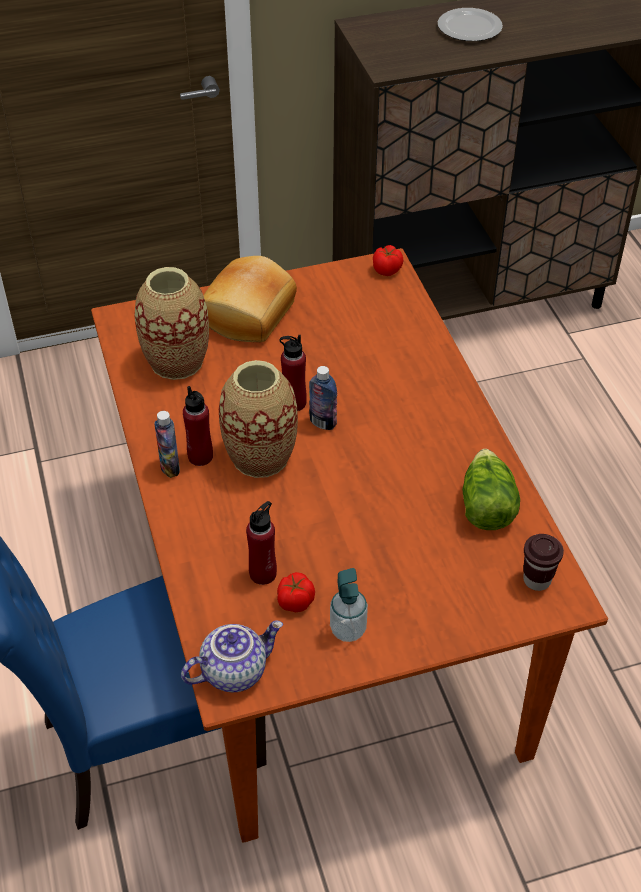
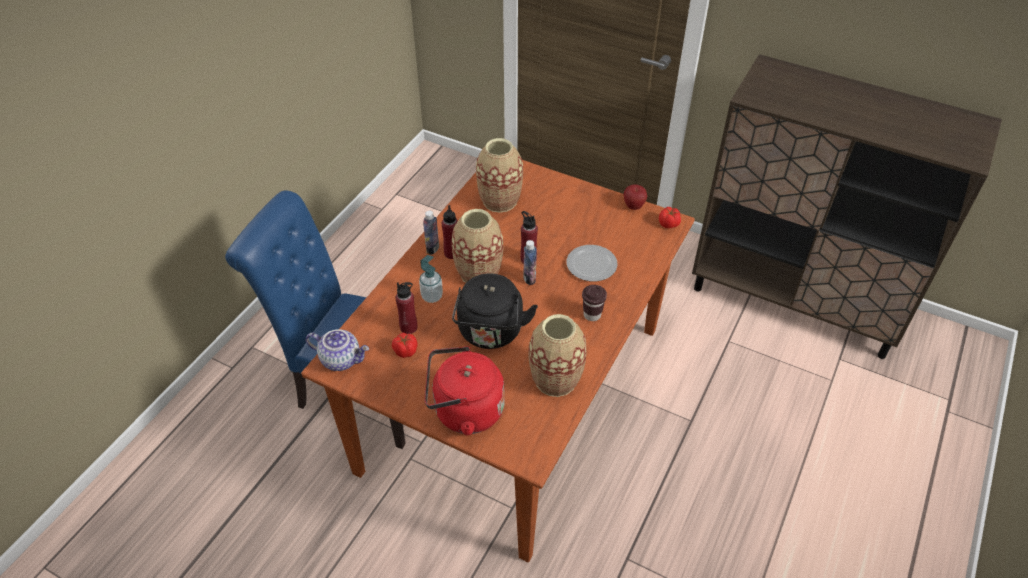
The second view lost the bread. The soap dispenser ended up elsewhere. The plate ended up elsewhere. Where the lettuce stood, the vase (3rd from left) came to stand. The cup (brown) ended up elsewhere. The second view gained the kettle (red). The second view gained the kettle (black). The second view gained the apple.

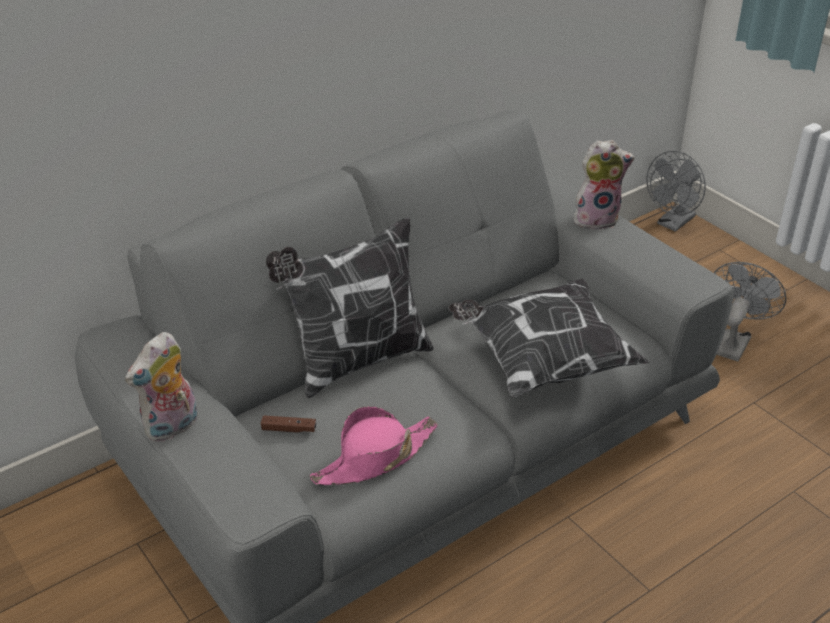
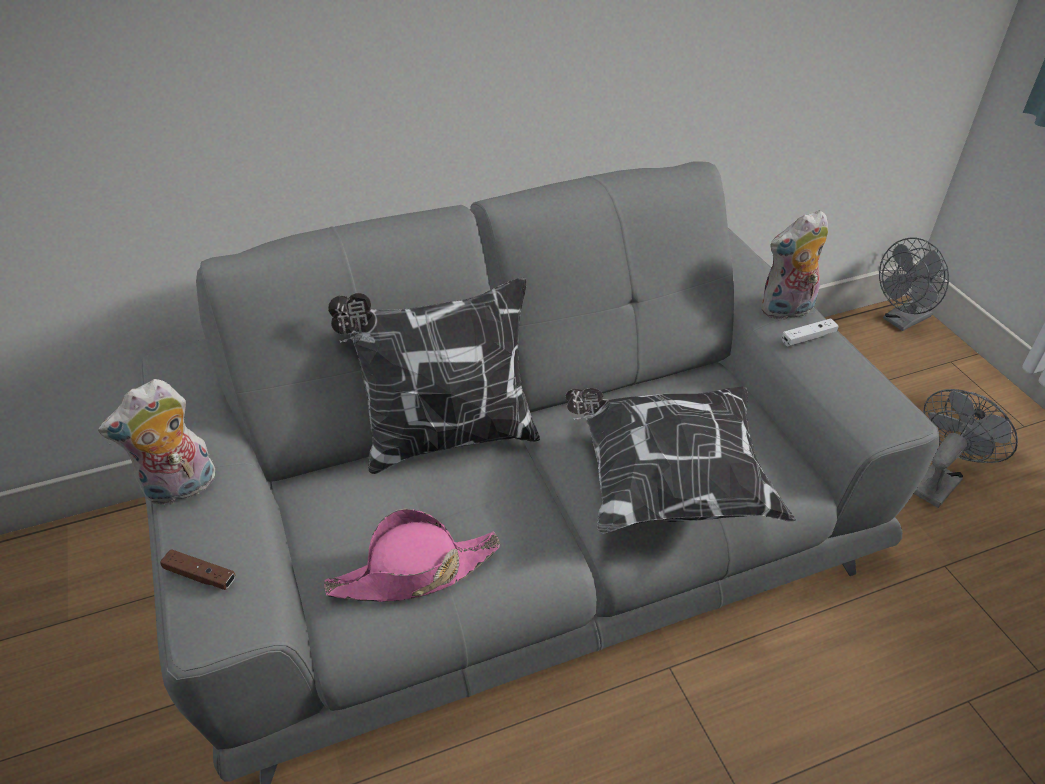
The game controller (brown) ended up elsewhere. The plush toy (2nd from left) ended up facing another way, 150 degrees clockwise from before. The second view gained the game controller (white).

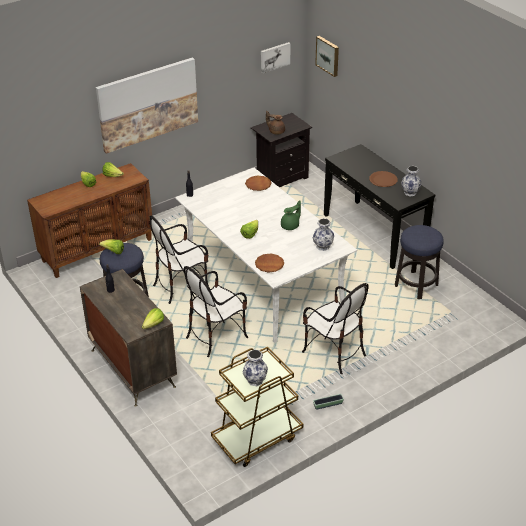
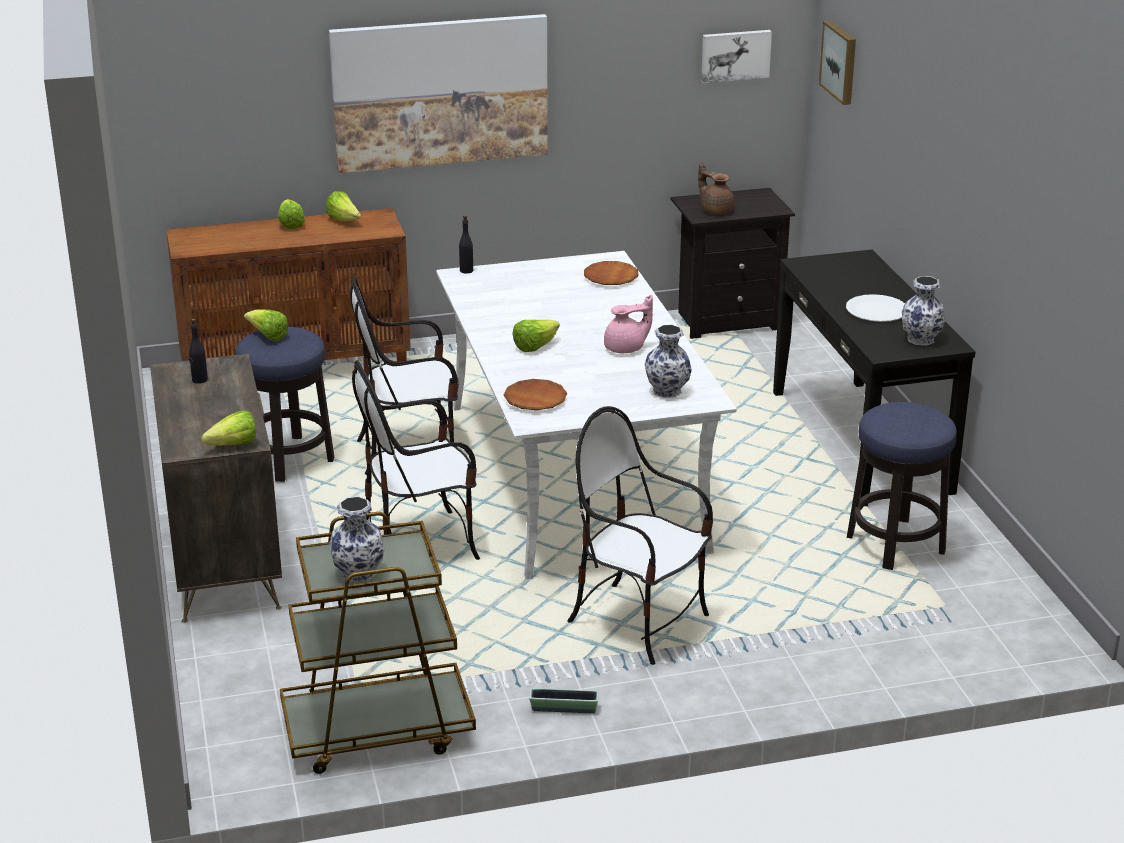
What was the teapot (green) turned into the teapot (pink). The chair (3rd from left) ended up facing another way, 150 degrees clockwise from before. What was the plate (brown) (3rd from left) turned into the plate (white).

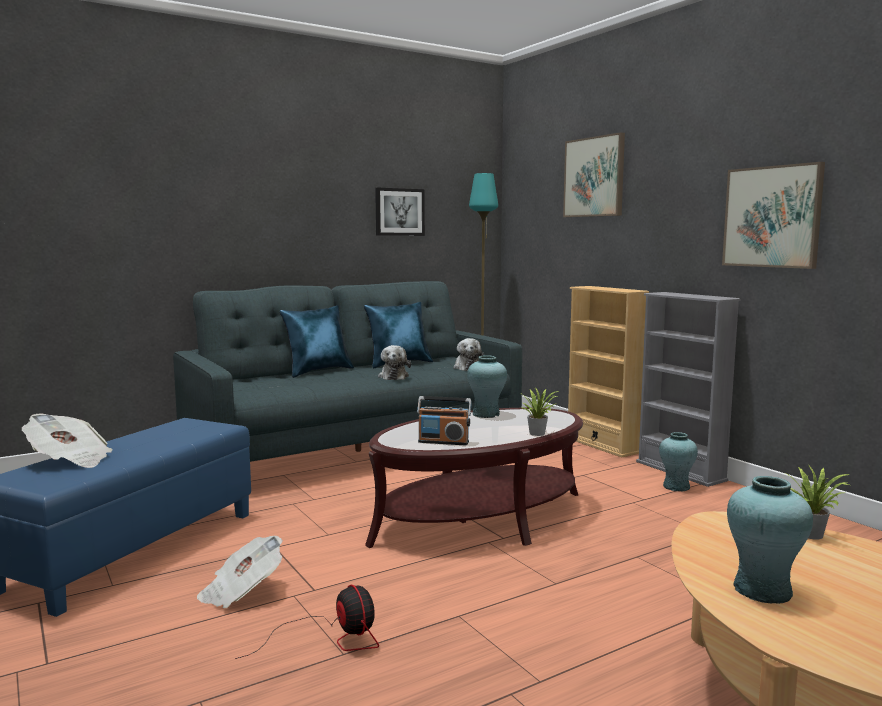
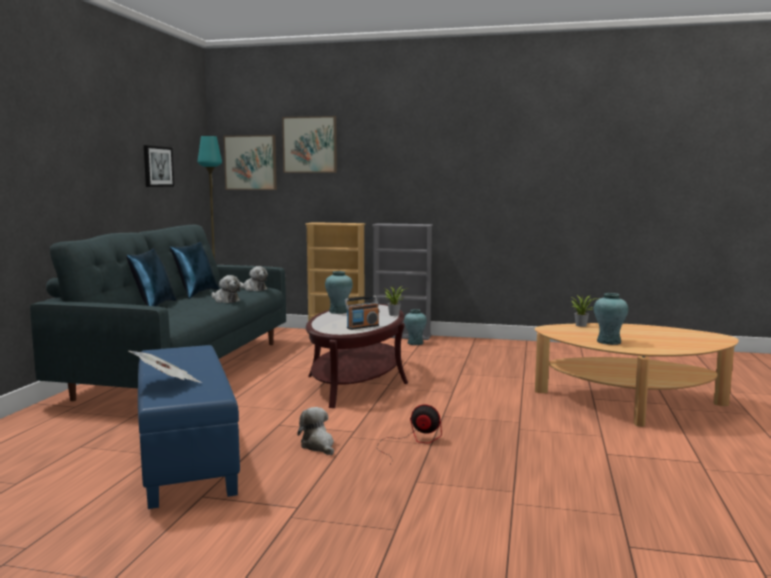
Where the newspaper (2nd from left) stood, the plush toy (3rd from left) came to stand. The picture (3rd from left in the first image) ended up elsewhere.

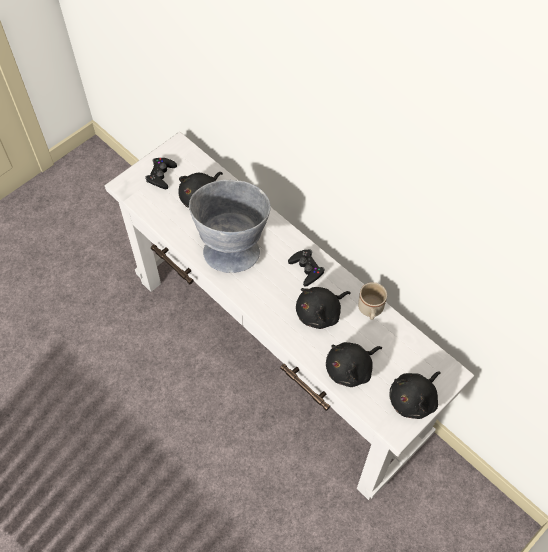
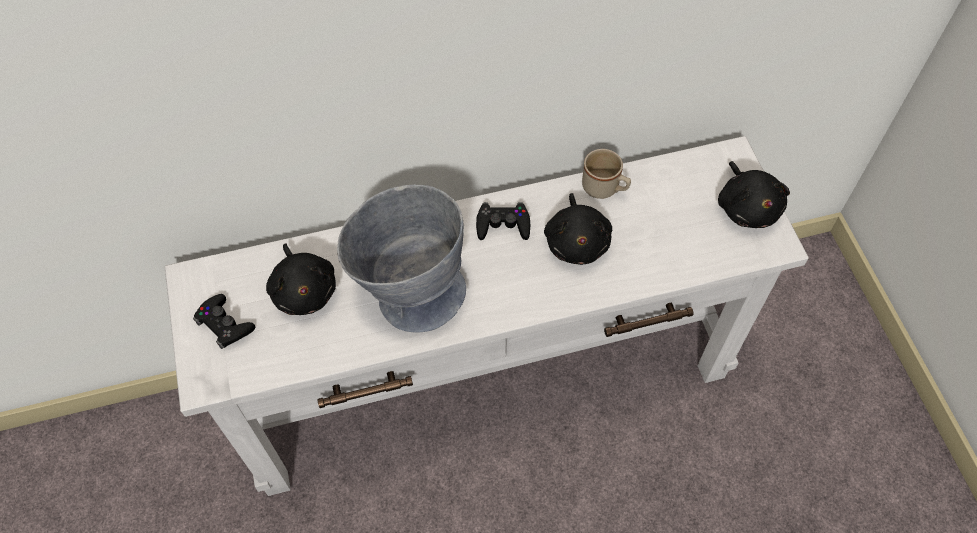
The second view lost the plush toy (black) (3rd from left).

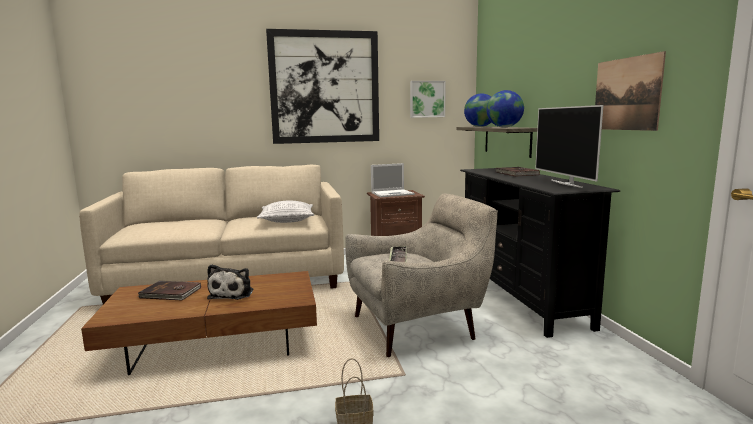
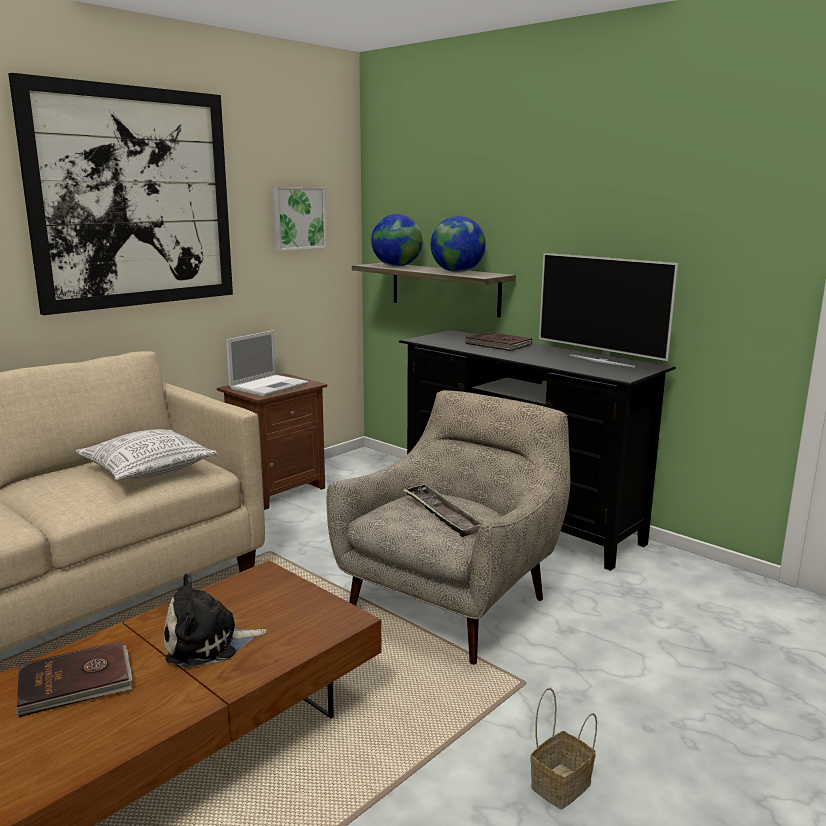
The plush toy ended up facing another way, 105 degrees clockwise from before. The second view lost the picture (3rd from left).

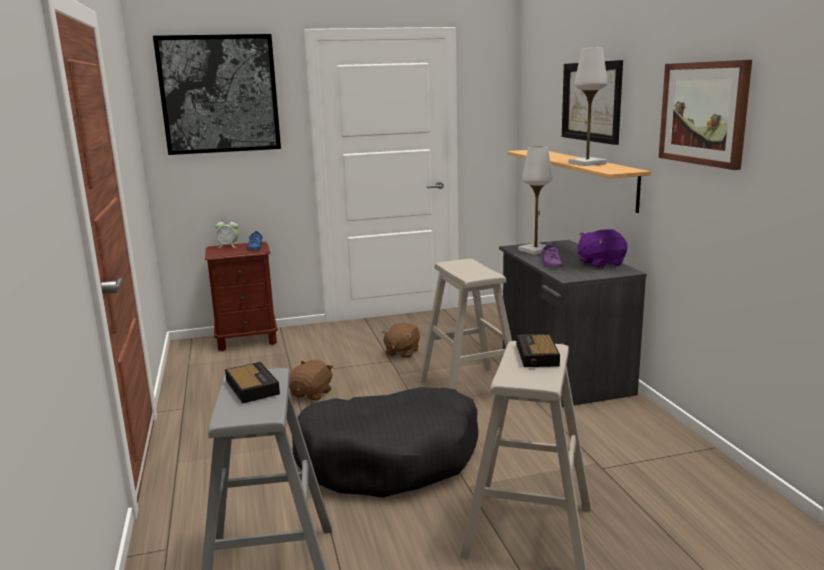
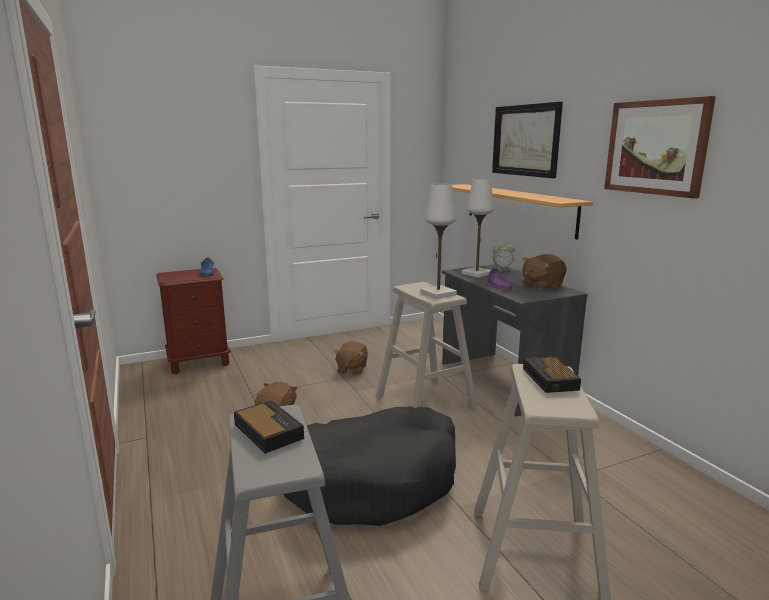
The second view lost the picture (1st from left). The alarm clock (1st from left in the first image) ended up elsewhere. The table lamp (white) (2nd from left in the first image) ended up elsewhere. What was the plush toy (purple) turned into the plush toy (brown) (3rd from left).

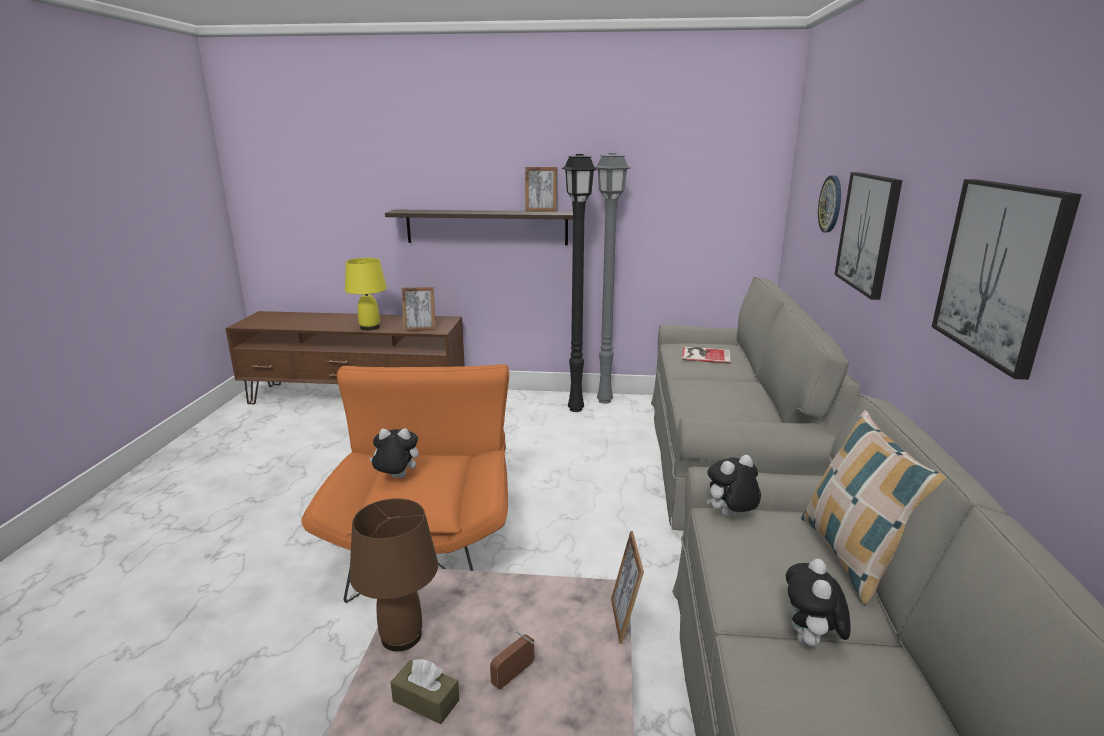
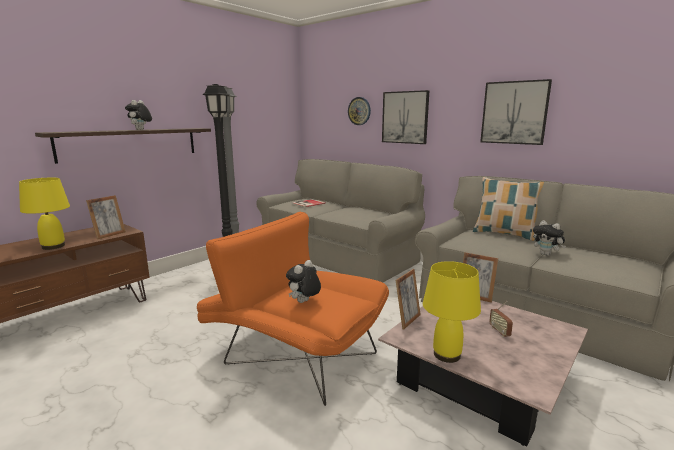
What was the table lamp (brown) turned into the table lamp (yellow) (2nd from left). The second view lost the tissue box (brown). The picture frame (2nd from left) ended up elsewhere. The plush toy (2nd from left in the first image) ended up elsewhere.

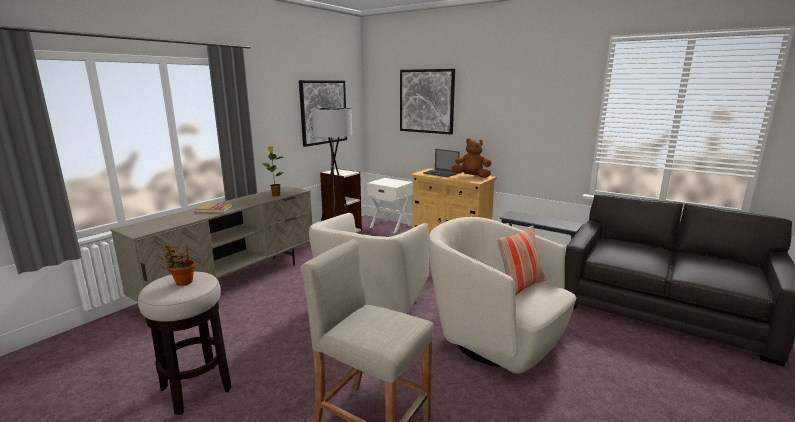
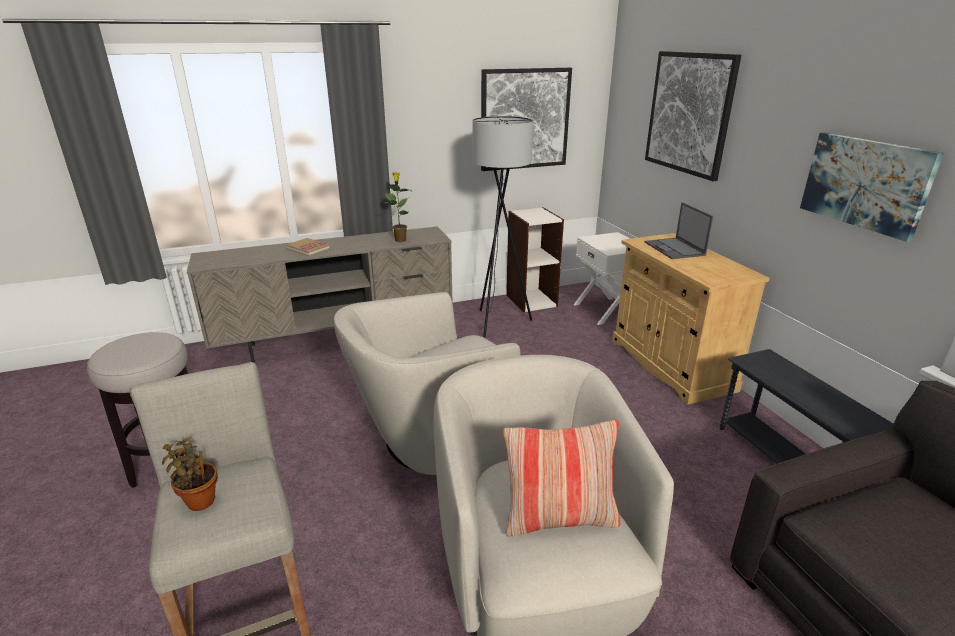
The potted plant (1st from left) ended up elsewhere. The second view lost the plush toy (brown). The second view gained the picture (3rd from left).

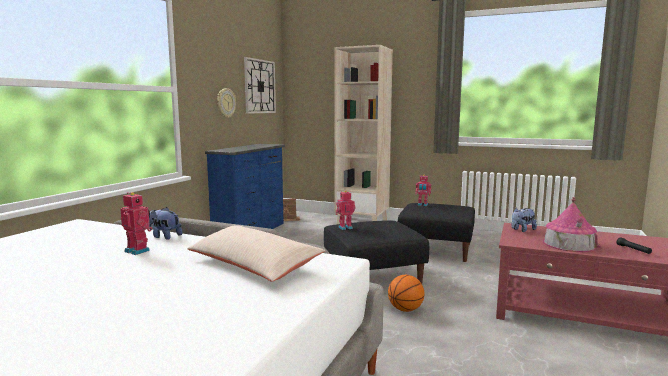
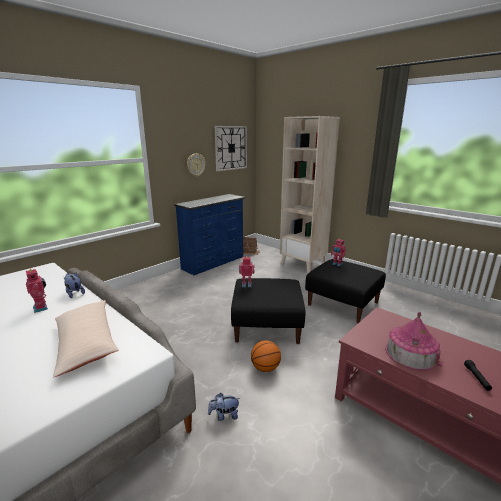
The plush toy (2nd from left) ended up elsewhere.

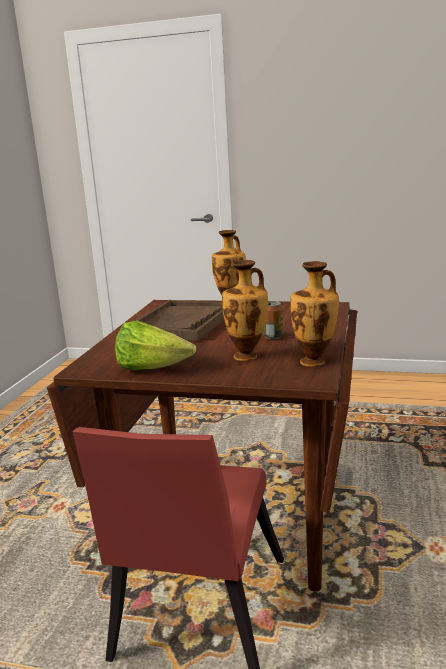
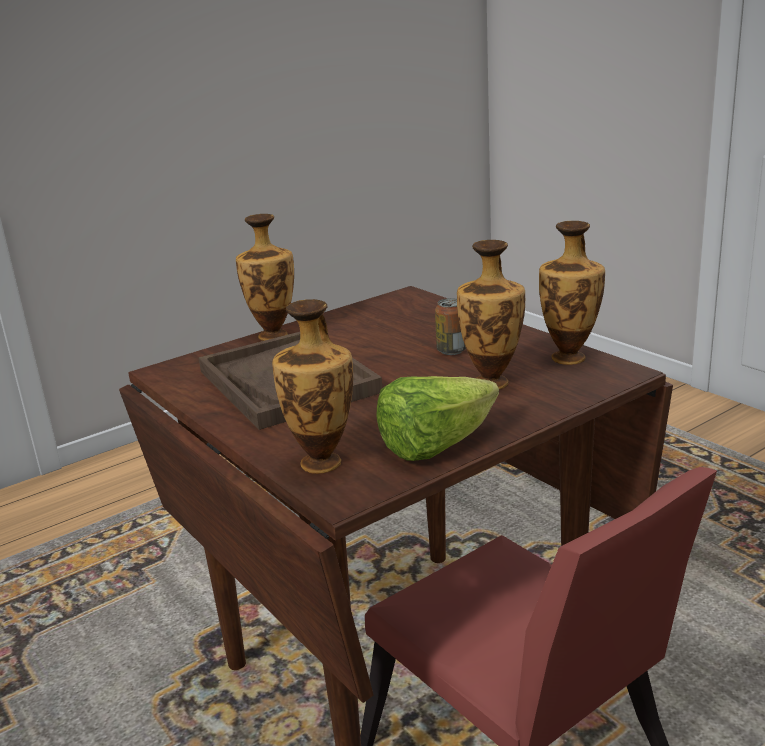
The second view gained the vase (2nd from left).

